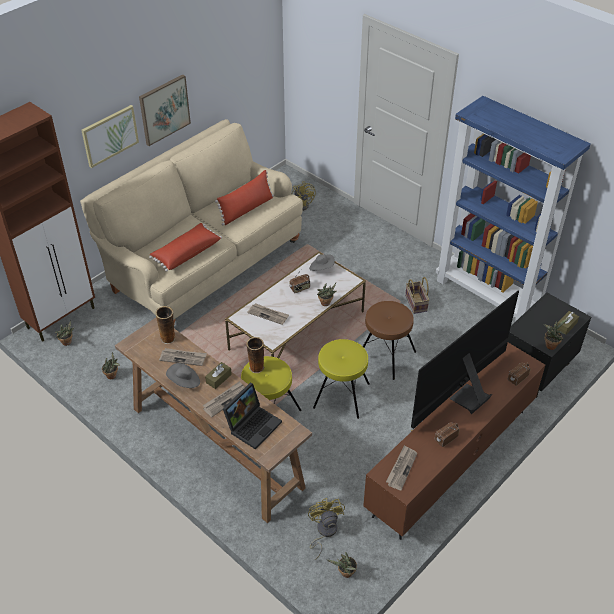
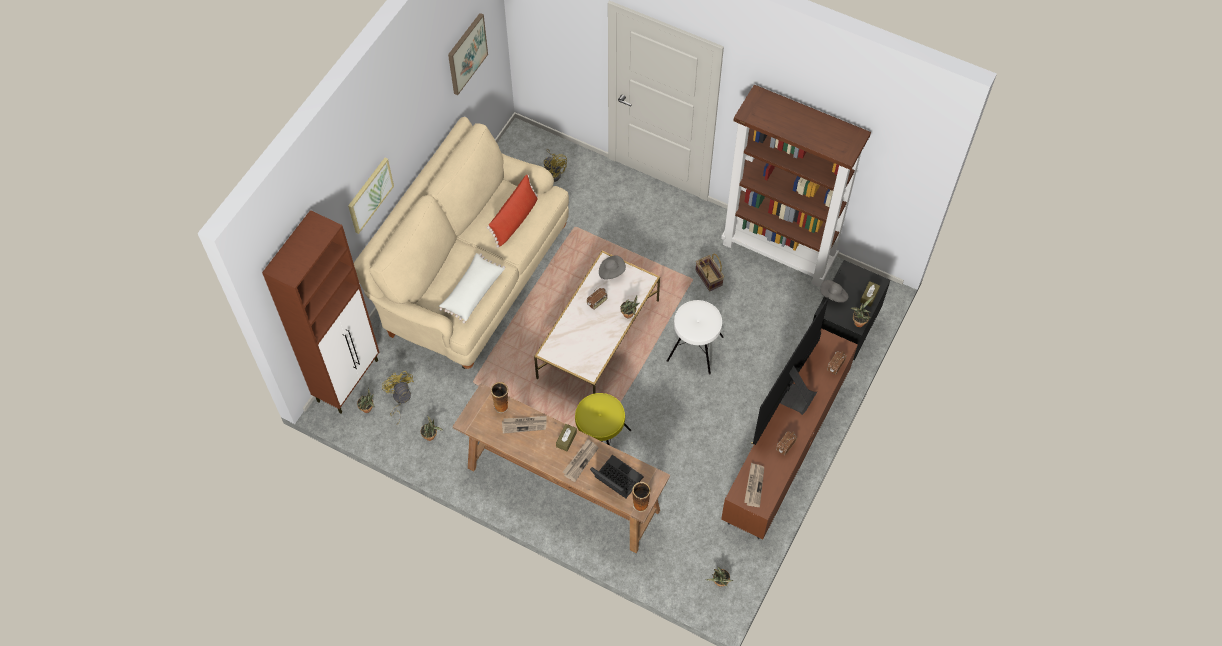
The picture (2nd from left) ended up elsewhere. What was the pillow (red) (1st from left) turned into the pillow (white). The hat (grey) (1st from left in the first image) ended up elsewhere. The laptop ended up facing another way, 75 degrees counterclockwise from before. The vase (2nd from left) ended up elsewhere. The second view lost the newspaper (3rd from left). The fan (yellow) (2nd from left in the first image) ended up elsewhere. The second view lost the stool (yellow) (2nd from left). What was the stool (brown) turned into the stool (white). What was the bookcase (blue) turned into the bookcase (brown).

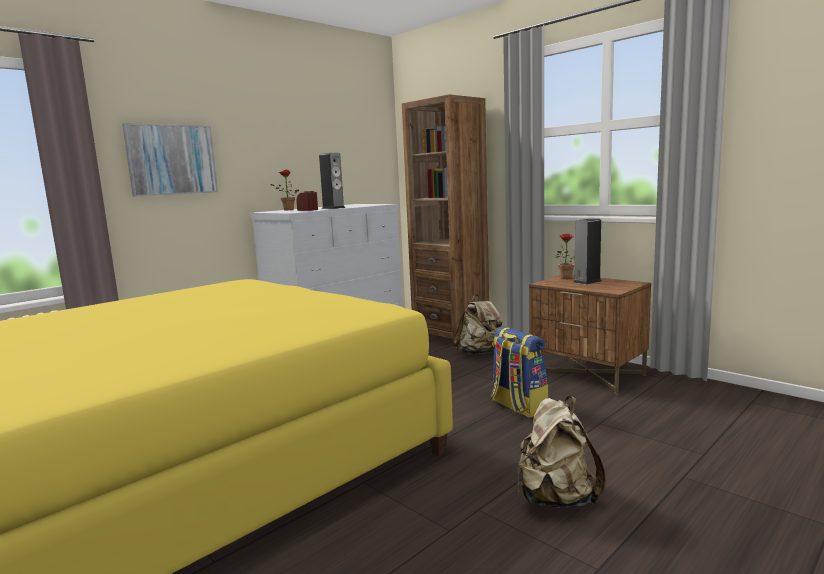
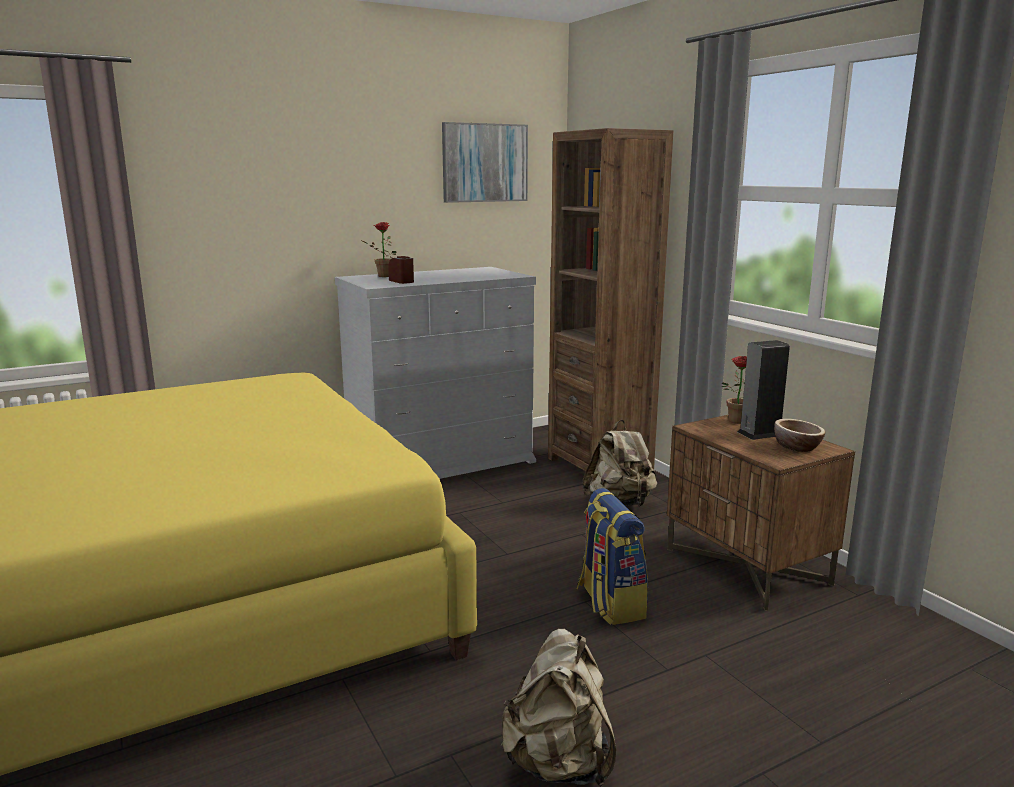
The picture ended up elsewhere. The second view lost the speaker (1st from left). The second view gained the bowl.

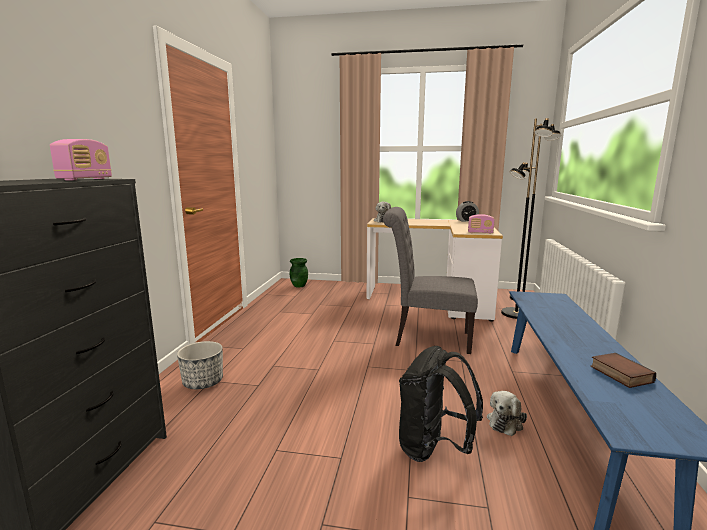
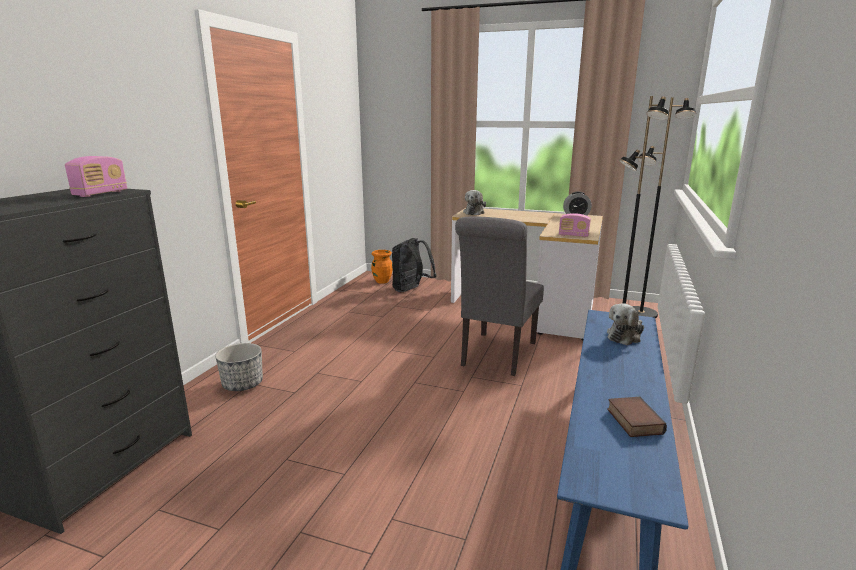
What was the vase (green) turned into the vase (orange). The chair (grey) ended up facing another way, 90 degrees counterclockwise from before. The backpack (black) ended up elsewhere. The plush toy (2nd from left) ended up elsewhere.

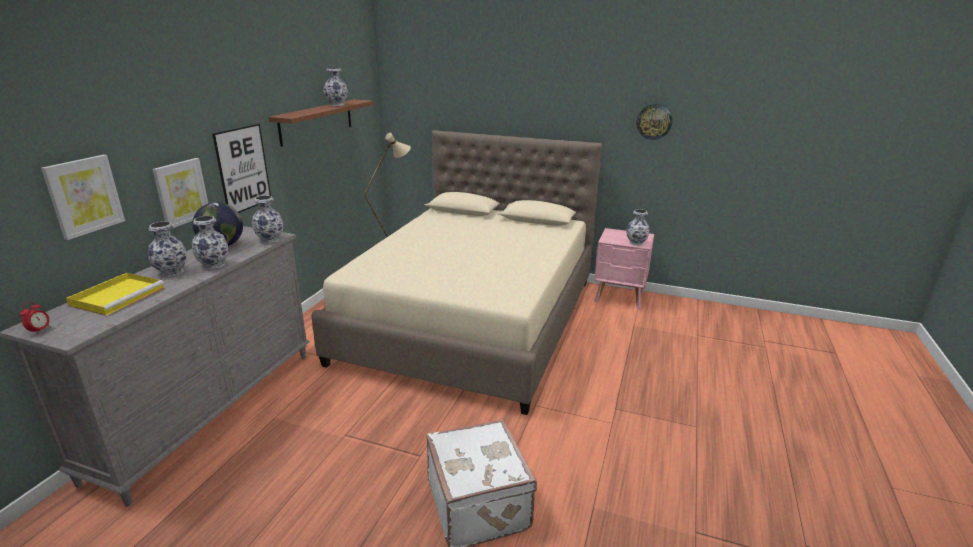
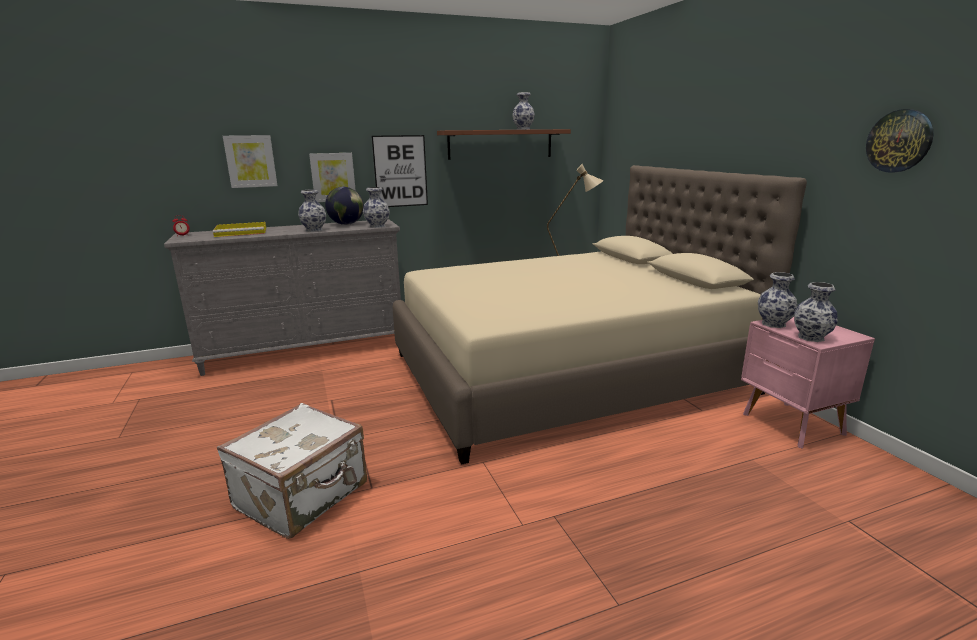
The vase (1st from left in the first image) ended up elsewhere.

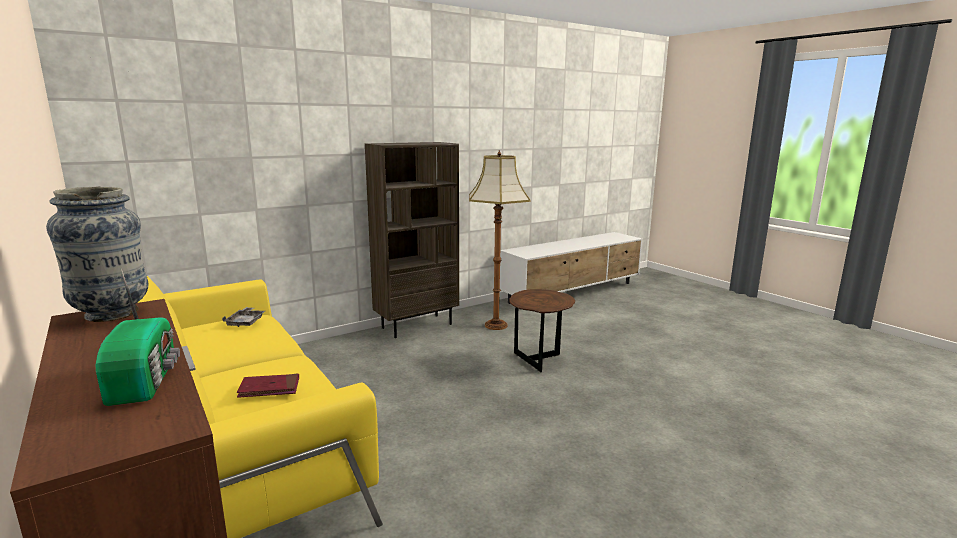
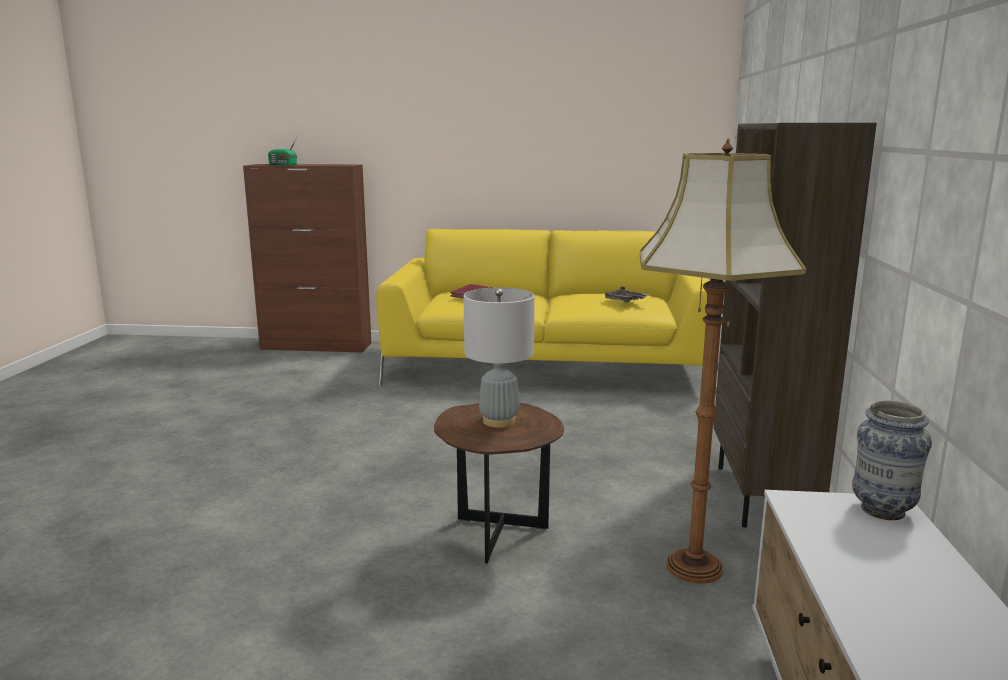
The vase ended up elsewhere. The second view gained the table lamp (grey).

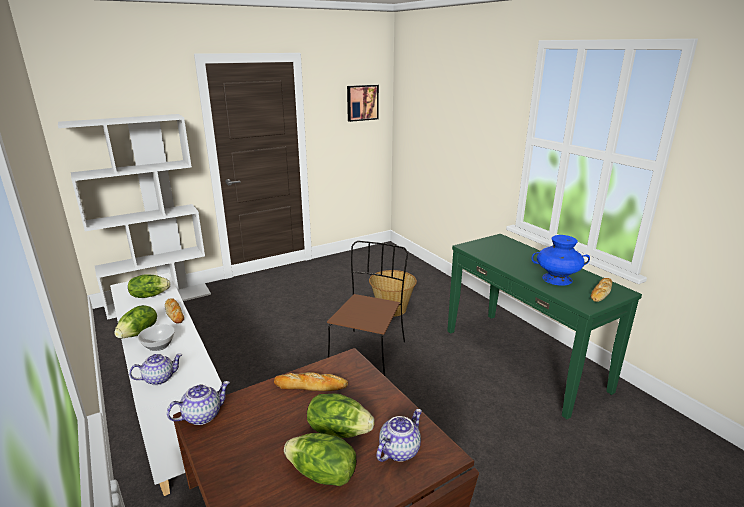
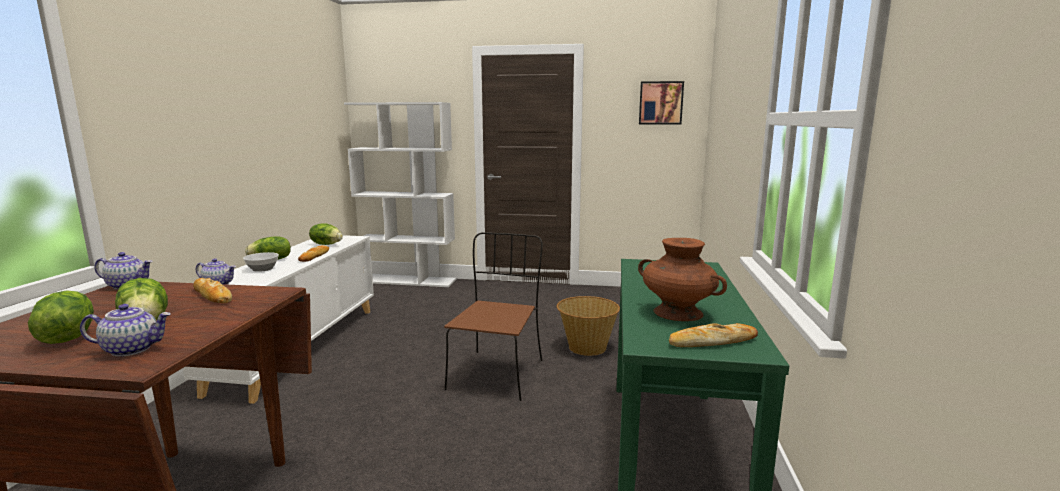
The chair (brown) ended up facing another way, 45 degrees counterclockwise from before. What was the vase (blue) turned into the vase (brown).

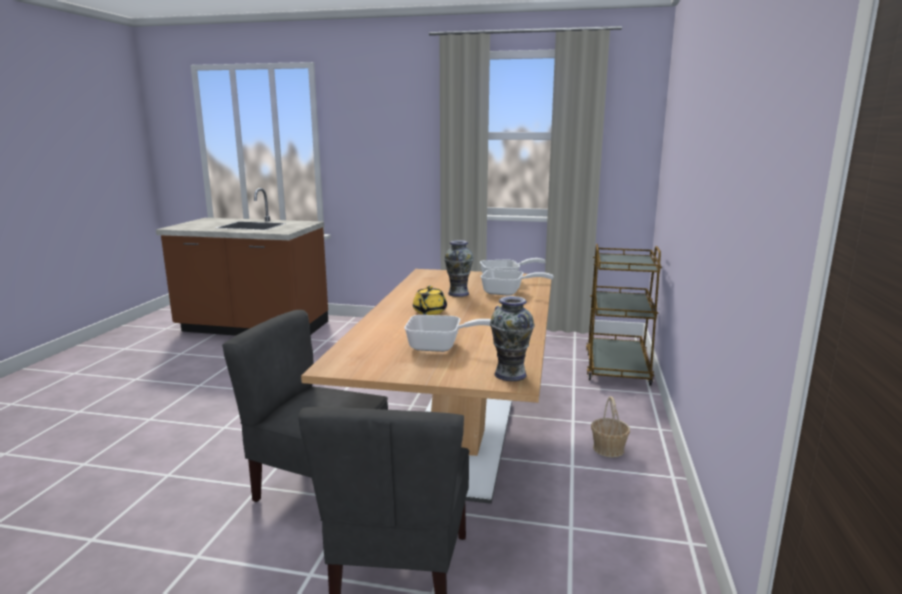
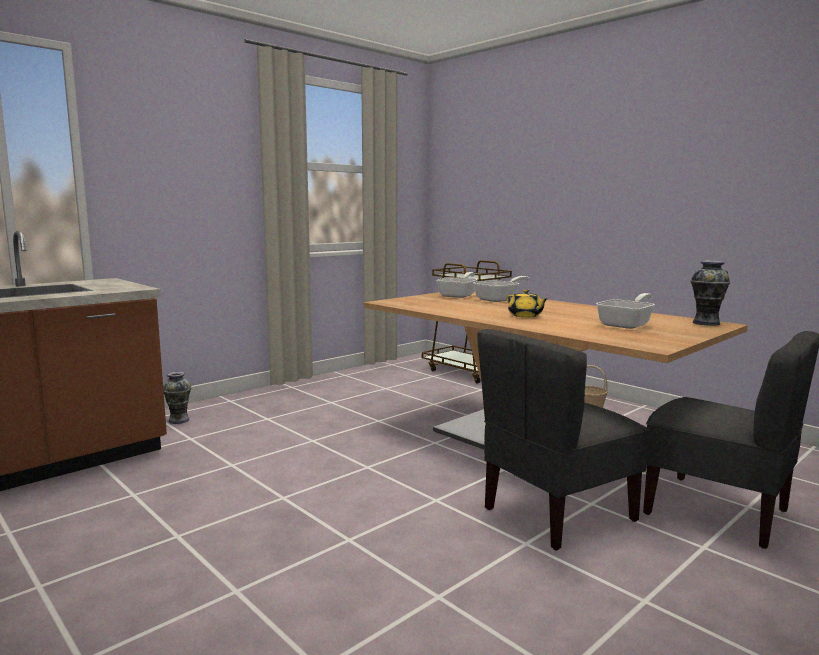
The vase (1st from left) ended up elsewhere.

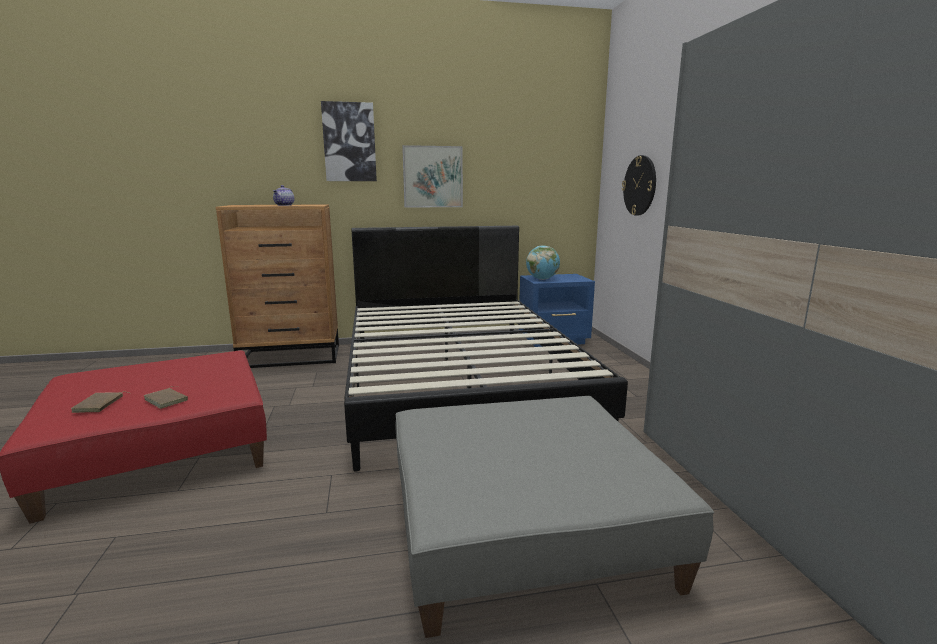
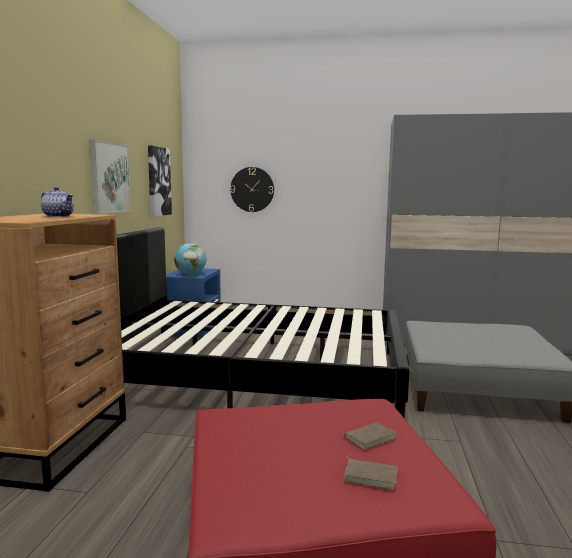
The picture (1st from left in the first image) ended up elsewhere.

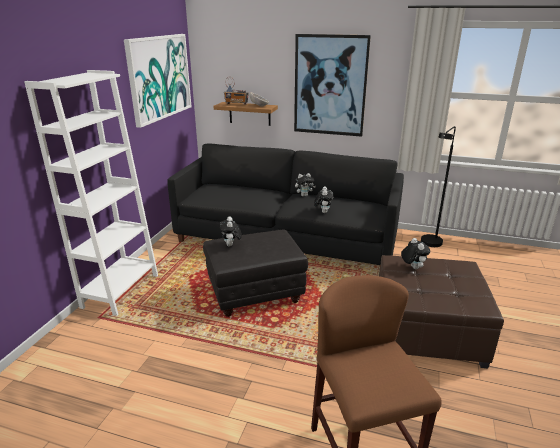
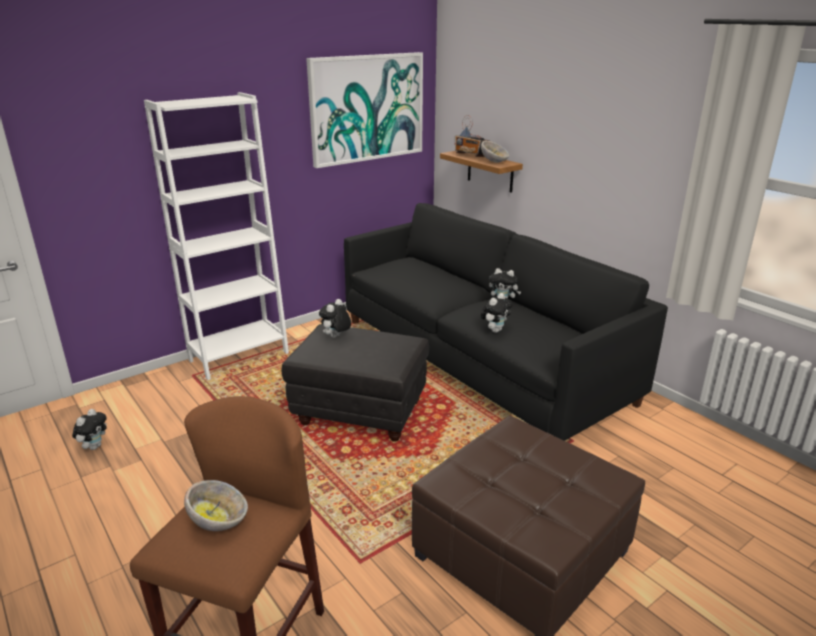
The second view lost the picture (2nd from left). The plush toy (4th from left in the first image) ended up elsewhere. The second view lost the floor lamp (black). The second view gained the bowl (1st from left).

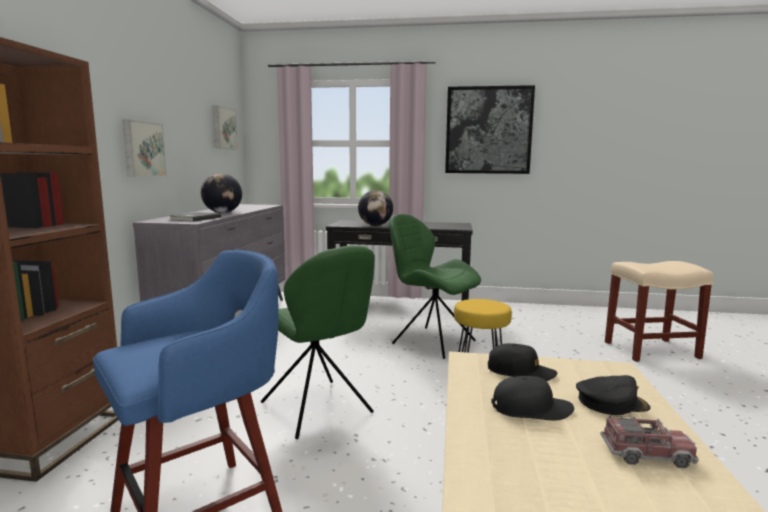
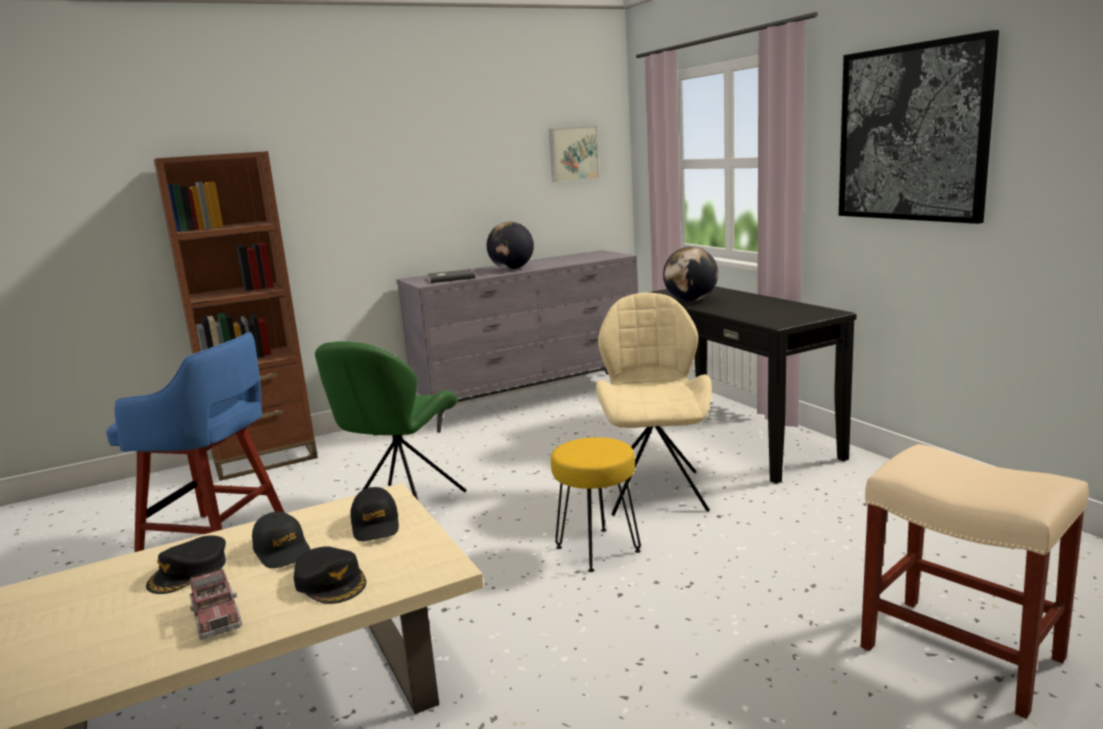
The second view lost the picture (1st from left). What was the chair (green) (2nd from left) turned into the chair (beige). The second view gained the cap (black) (1st from left).

